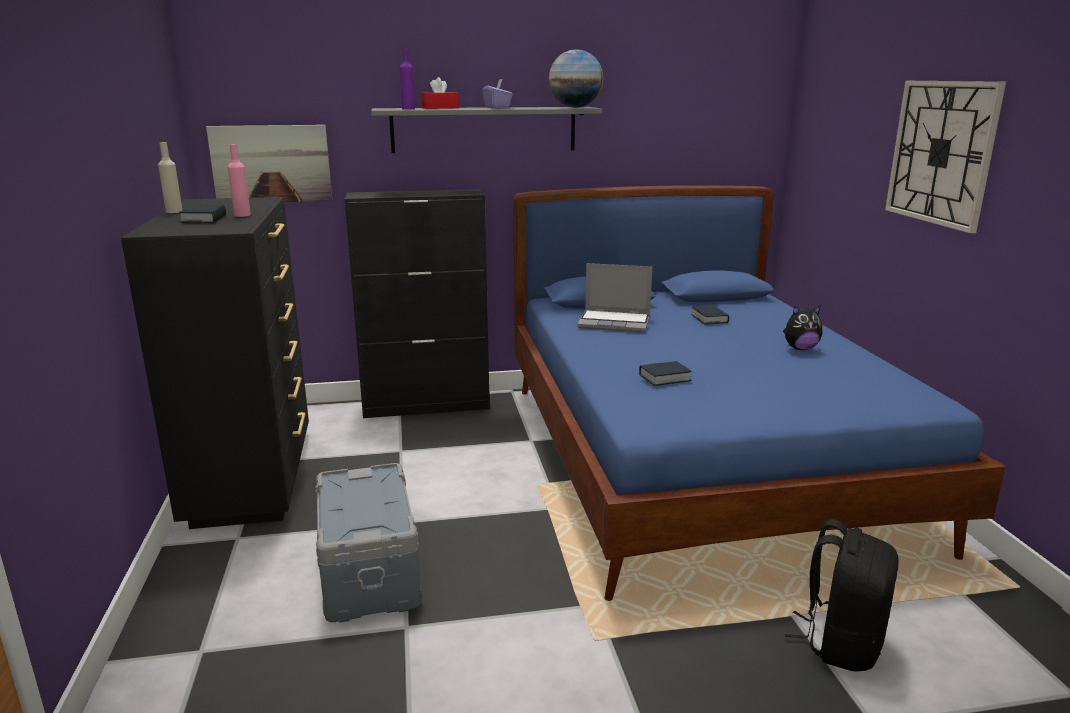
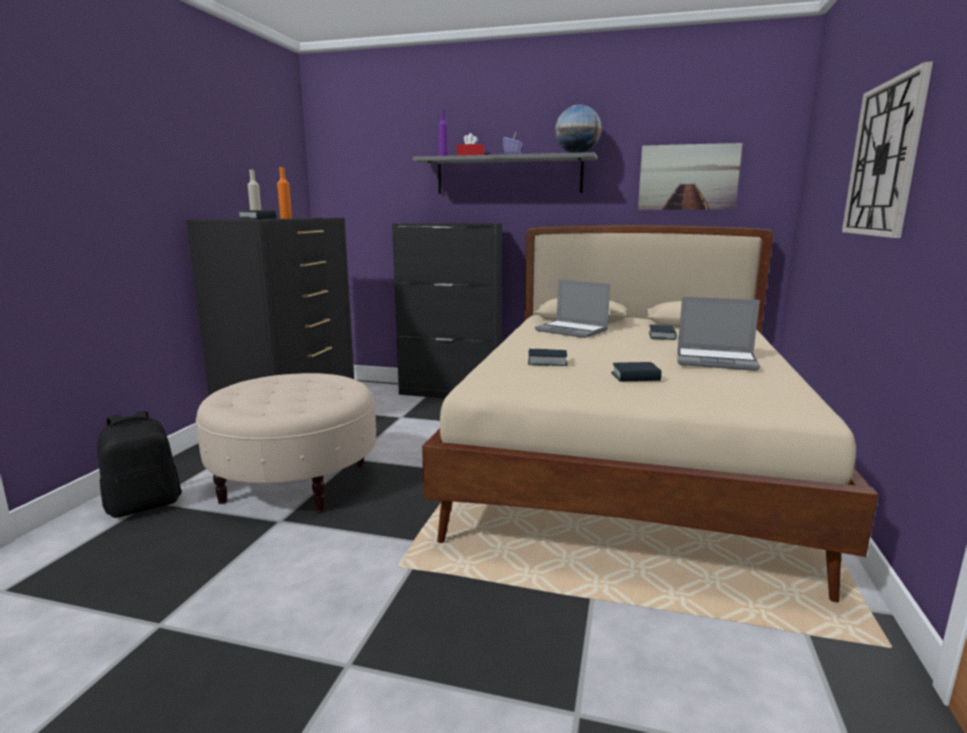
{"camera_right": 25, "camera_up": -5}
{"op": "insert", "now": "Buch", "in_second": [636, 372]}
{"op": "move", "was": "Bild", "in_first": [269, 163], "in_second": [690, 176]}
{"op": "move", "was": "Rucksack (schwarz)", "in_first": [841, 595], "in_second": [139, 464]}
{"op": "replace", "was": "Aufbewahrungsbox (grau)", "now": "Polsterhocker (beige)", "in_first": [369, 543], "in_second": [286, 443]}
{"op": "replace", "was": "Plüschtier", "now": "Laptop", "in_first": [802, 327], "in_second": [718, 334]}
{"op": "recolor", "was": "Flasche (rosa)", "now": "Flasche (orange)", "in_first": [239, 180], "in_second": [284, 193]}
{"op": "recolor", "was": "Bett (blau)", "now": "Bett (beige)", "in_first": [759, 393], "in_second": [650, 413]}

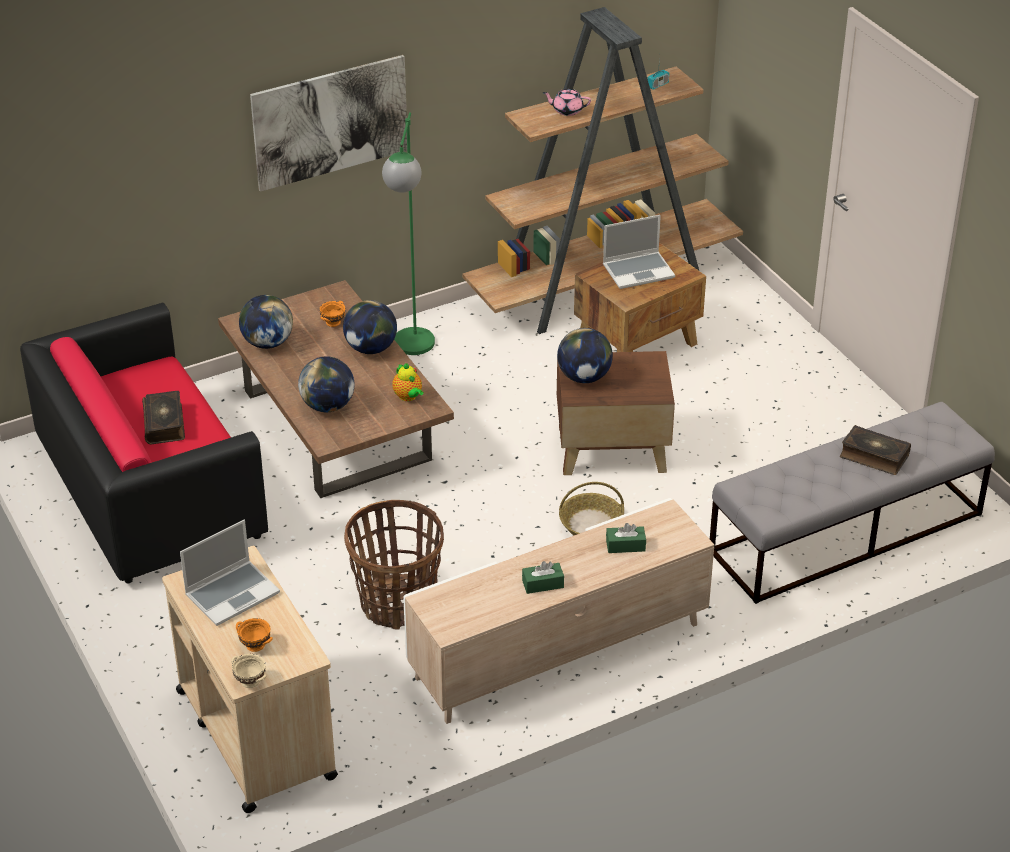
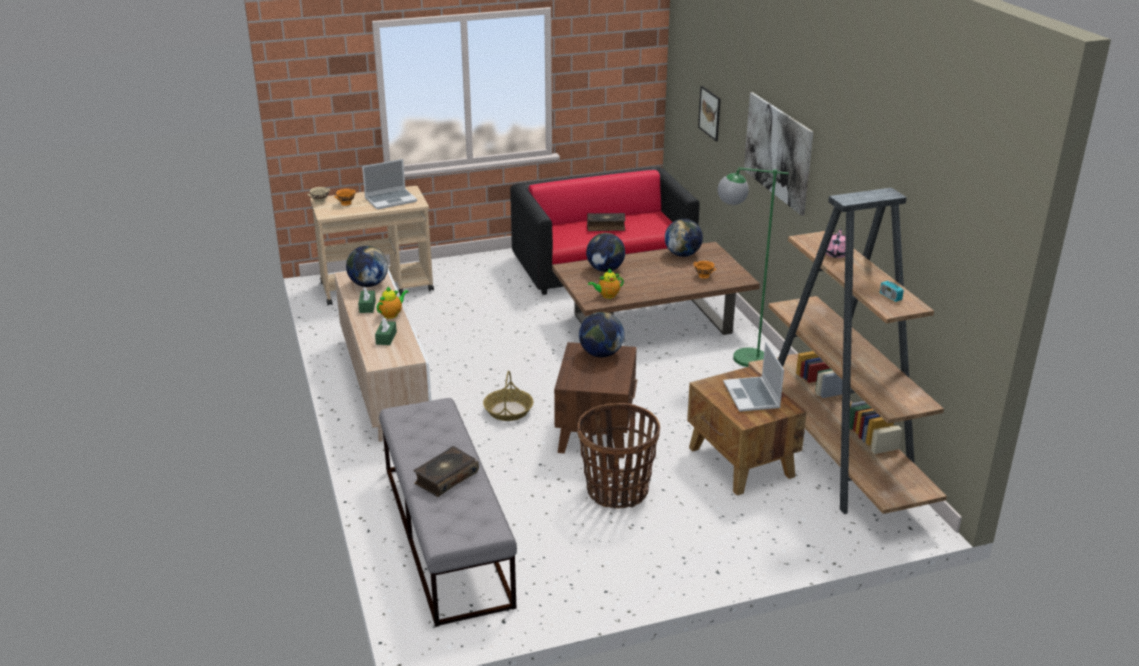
{"camera_right": 100, "camera_up": -10}
{"op": "insert", "now": "Teekanne", "in_second": [393, 302]}
{"op": "insert", "now": "Bild", "in_second": [709, 113]}
{"op": "move", "was": "Globus", "in_first": [370, 327], "in_second": [367, 266]}
{"op": "move", "was": "Korb", "in_first": [394, 565], "in_second": [618, 456]}
{"op": "rotate", "was": "Laptop", "in_first": [230, 573], "in_second": [389, 184], "clockwise": -90}

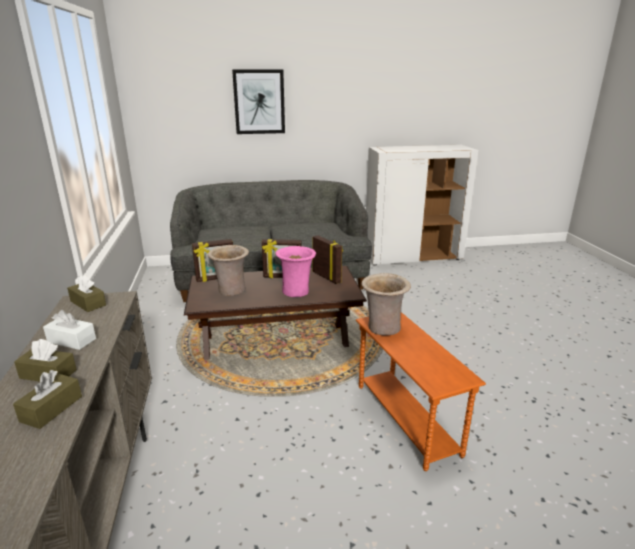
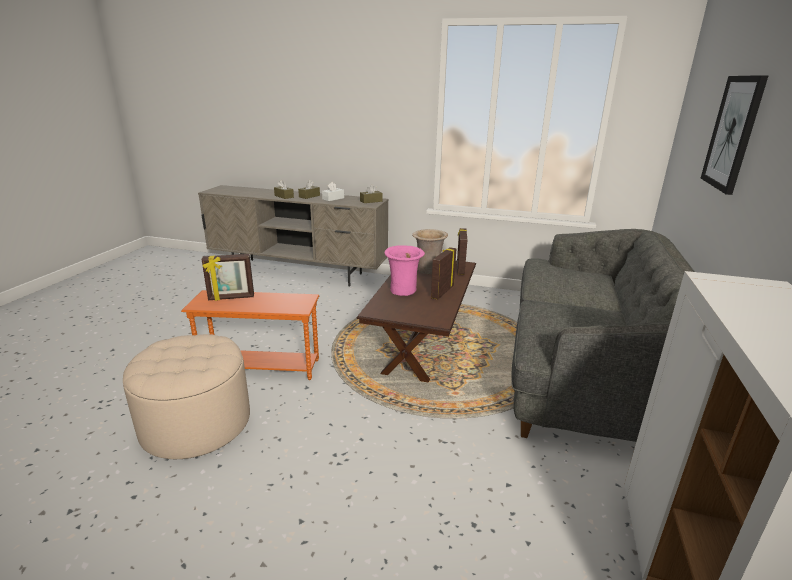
{"camera_right": 115, "camera_up": 0}
{"op": "delete", "was": "Vase (beige)", "in_first": [386, 304]}
{"op": "insert", "now": "Polsterhocker (beige)", "in_second": [186, 396]}
{"op": "move", "was": "Bilderrahmen", "in_first": [327, 259], "in_second": [227, 277]}

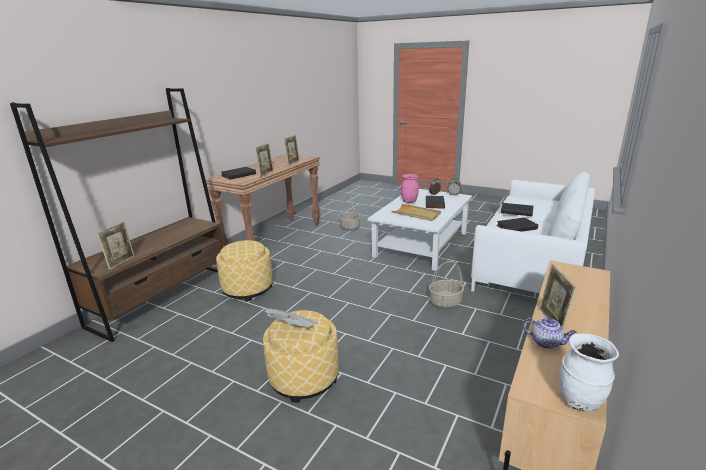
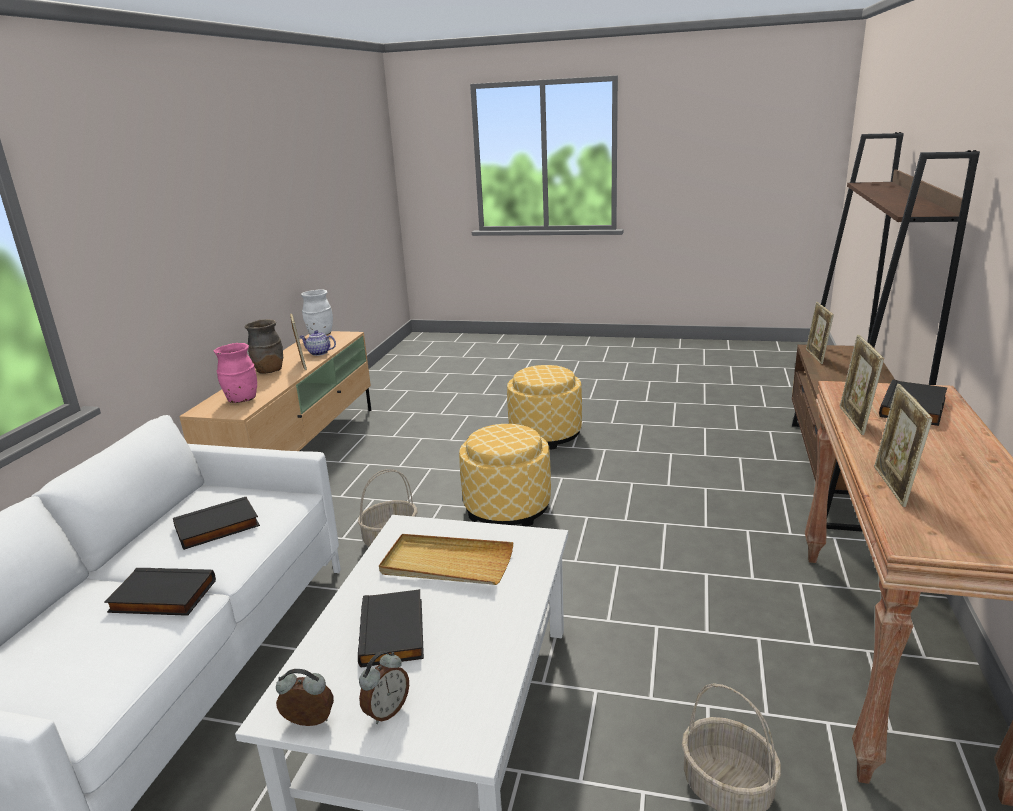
{"camera_right": 165, "camera_up": 0}
{"op": "delete", "was": "Zeitung", "in_first": [291, 318]}
{"op": "insert", "now": "Vase (braun)", "in_second": [263, 346]}
{"op": "move", "was": "Polsterhocker", "in_first": [244, 270], "in_second": [505, 475]}
{"op": "move", "was": "Vase (rosa)", "in_first": [410, 188], "in_second": [235, 373]}

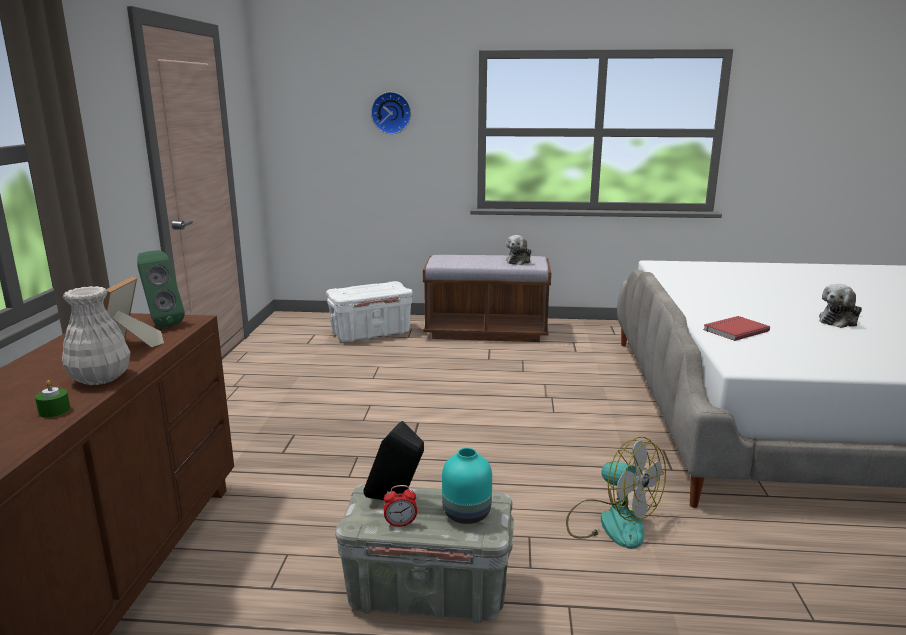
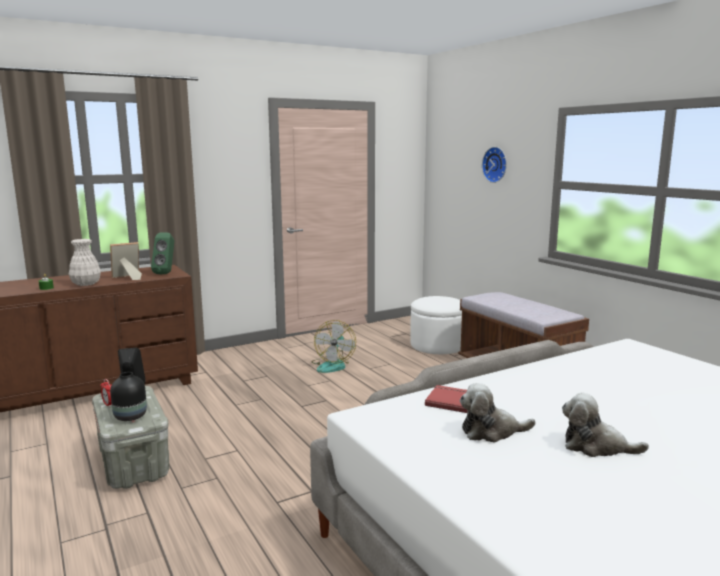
{"camera_right": 55, "camera_up": -5}
{"op": "move", "was": "Plüschtier", "in_first": [519, 250], "in_second": [497, 413]}
{"op": "move", "was": "Ventilator", "in_first": [616, 493], "in_second": [334, 346]}
{"op": "replace", "was": "Aufbewahrungsbox (weiß)", "now": "Polsterhocker (weiß)", "in_first": [369, 311], "in_second": [436, 325]}
{"op": "recolor", "was": "Vase (türkis)", "now": "Vase (schwarz)", "in_first": [467, 486], "in_second": [128, 396]}

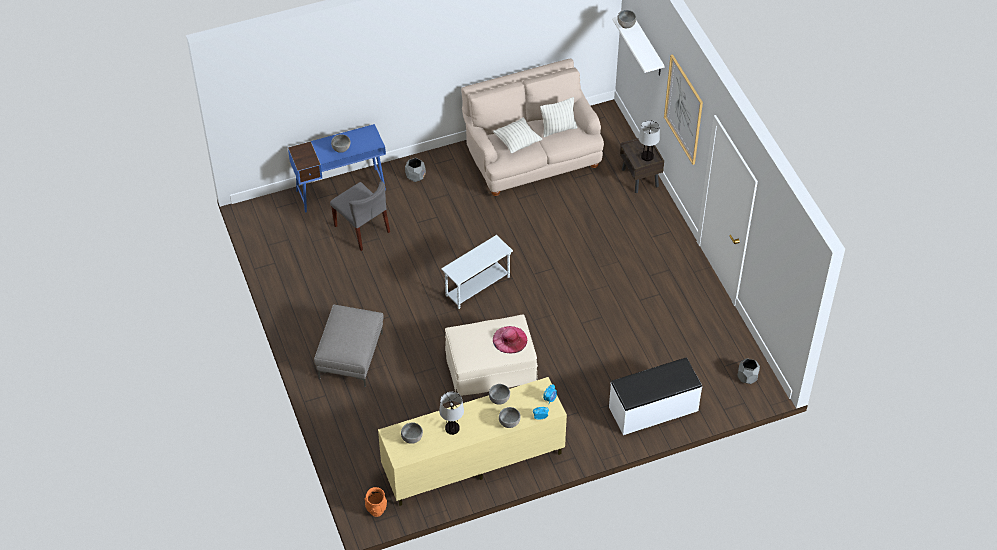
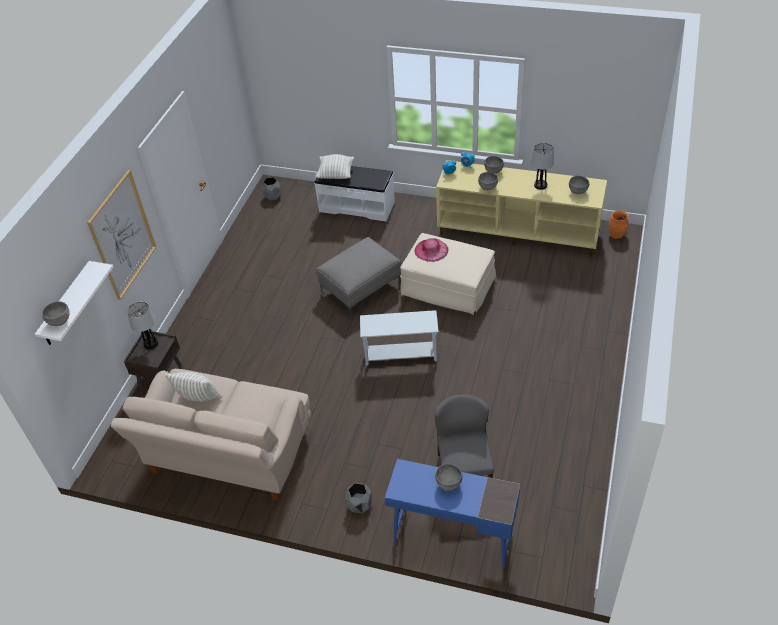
{"camera_right": -140, "camera_up": -5}
{"op": "move", "was": "Polsterhocker (grau)", "in_first": [349, 346], "in_second": [359, 277]}
{"op": "move", "was": "Kissen", "in_first": [517, 135], "in_second": [334, 166]}

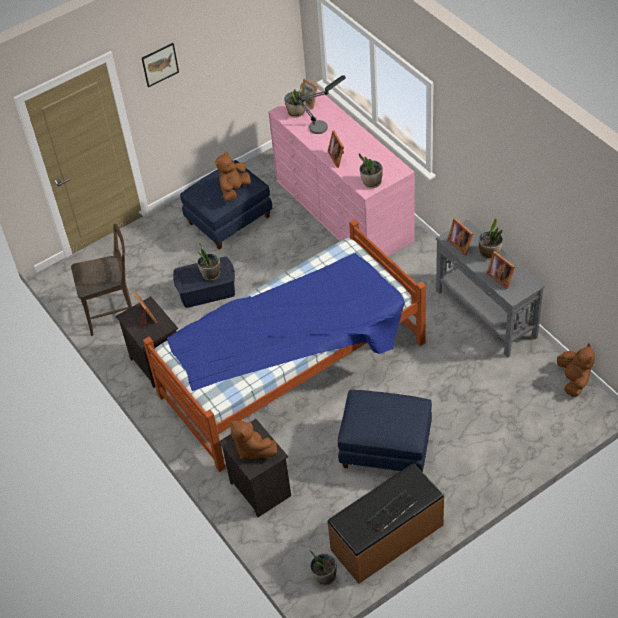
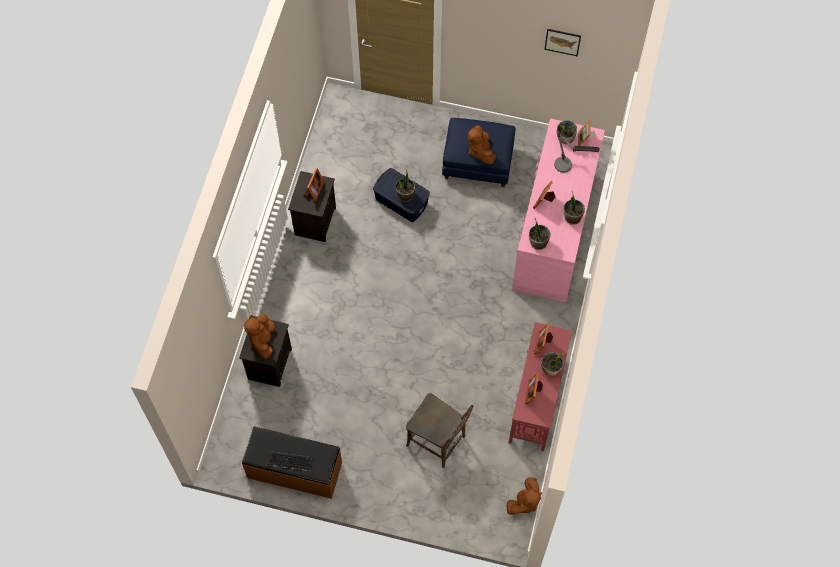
{"camera_right": 45, "camera_up": 15}
{"op": "delete", "was": "Bett", "in_first": [284, 345]}
{"op": "delete", "was": "Polsterhocker (blau)", "in_first": [385, 431]}
{"op": "move", "was": "Stuhl (braun)", "in_first": [101, 279], "in_second": [439, 430]}
{"op": "move", "was": "Bild", "in_first": [160, 65], "in_second": [562, 42]}
{"op": "move", "was": "Topfpflanze", "in_first": [323, 567], "in_second": [574, 208]}
{"op": "recolor", "was": "Konsolentisch (grau)", "now": "Konsolentisch (rot)", "in_first": [490, 288], "in_second": [540, 386]}
{"op": "rotate", "was": "Plüschtier (braun)", "in_first": [233, 176], "in_second": [482, 144], "clockwise": -90}

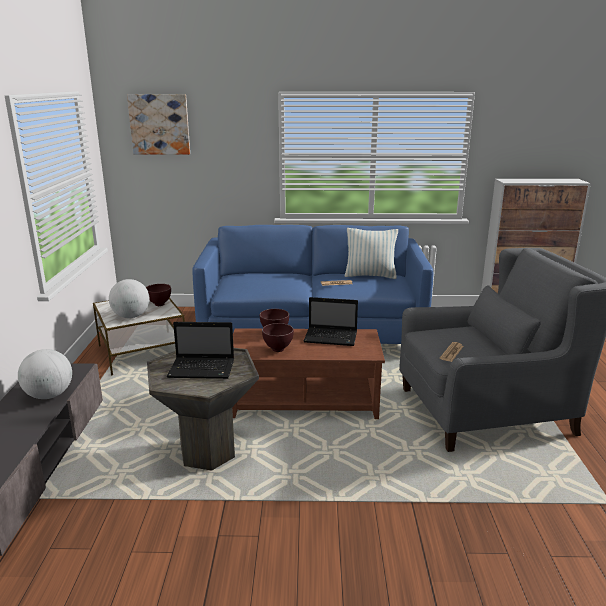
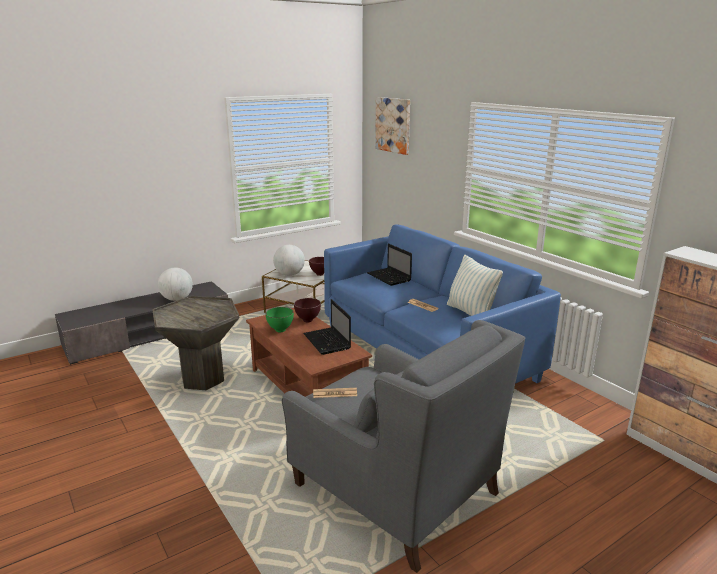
{"camera_right": 55, "camera_up": 0}
{"op": "move", "was": "Laptop", "in_first": [200, 350], "in_second": [389, 265]}
{"op": "recolor", "was": "Schüssel (braun)", "now": "Schüssel (grün)", "in_first": [278, 337], "in_second": [280, 319]}

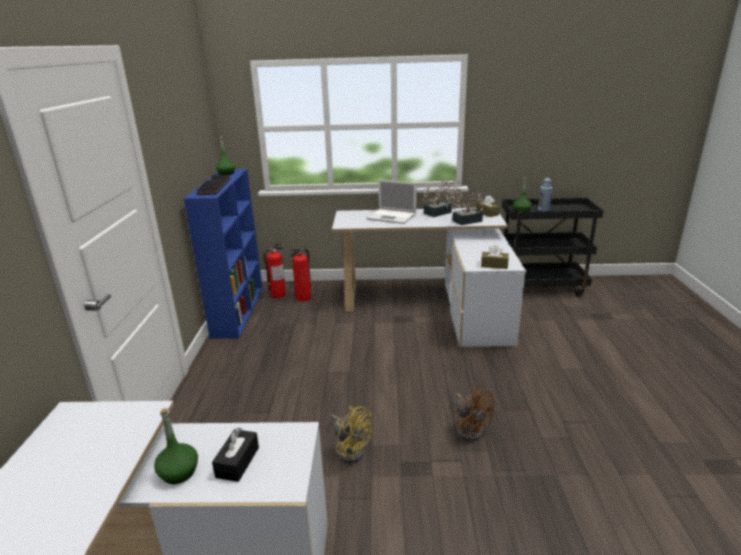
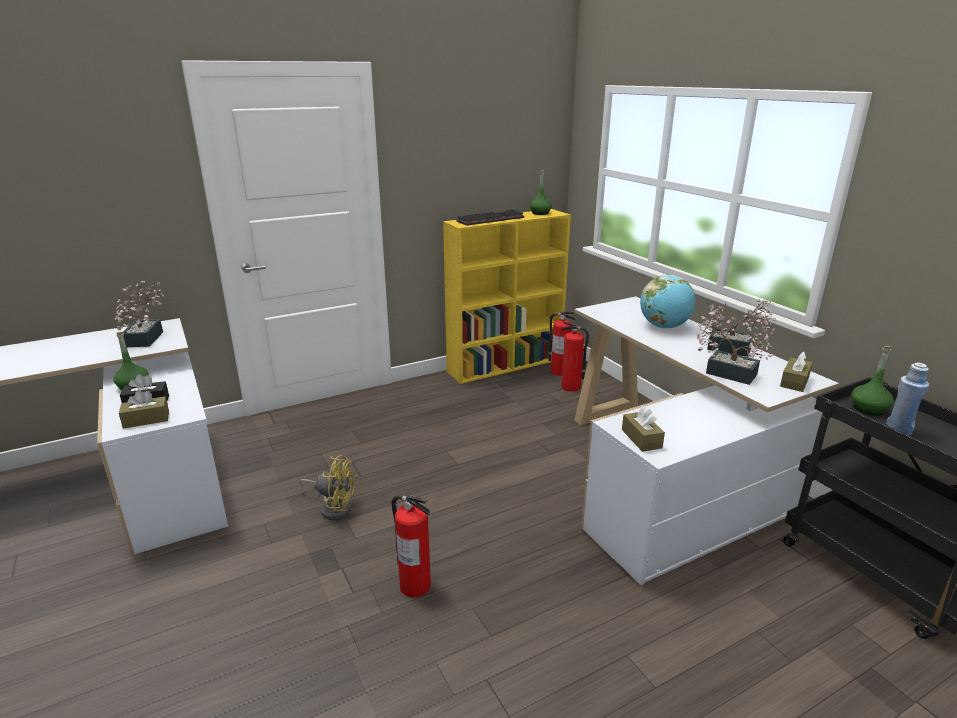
{"camera_right": 60, "camera_up": 0}
{"op": "insert", "now": "Topfpflanze", "in_second": [140, 314]}
{"op": "insert", "now": "Taschentuchbox (braun)", "in_second": [144, 409]}
{"op": "replace", "was": "Laptop", "now": "Globus", "in_first": [391, 201], "in_second": [667, 302]}
{"op": "replace", "was": "Ventilator (braun)", "now": "Feuerlöscher", "in_first": [475, 414], "in_second": [411, 546]}
{"op": "recolor", "was": "Bücherregal (blau)", "now": "Bücherregal (gelb)", "in_first": [223, 254], "in_second": [507, 296]}
{"op": "rotate", "was": "Ventilator (gelb)", "in_first": [351, 435], "in_second": [327, 487], "clockwise": -90}

